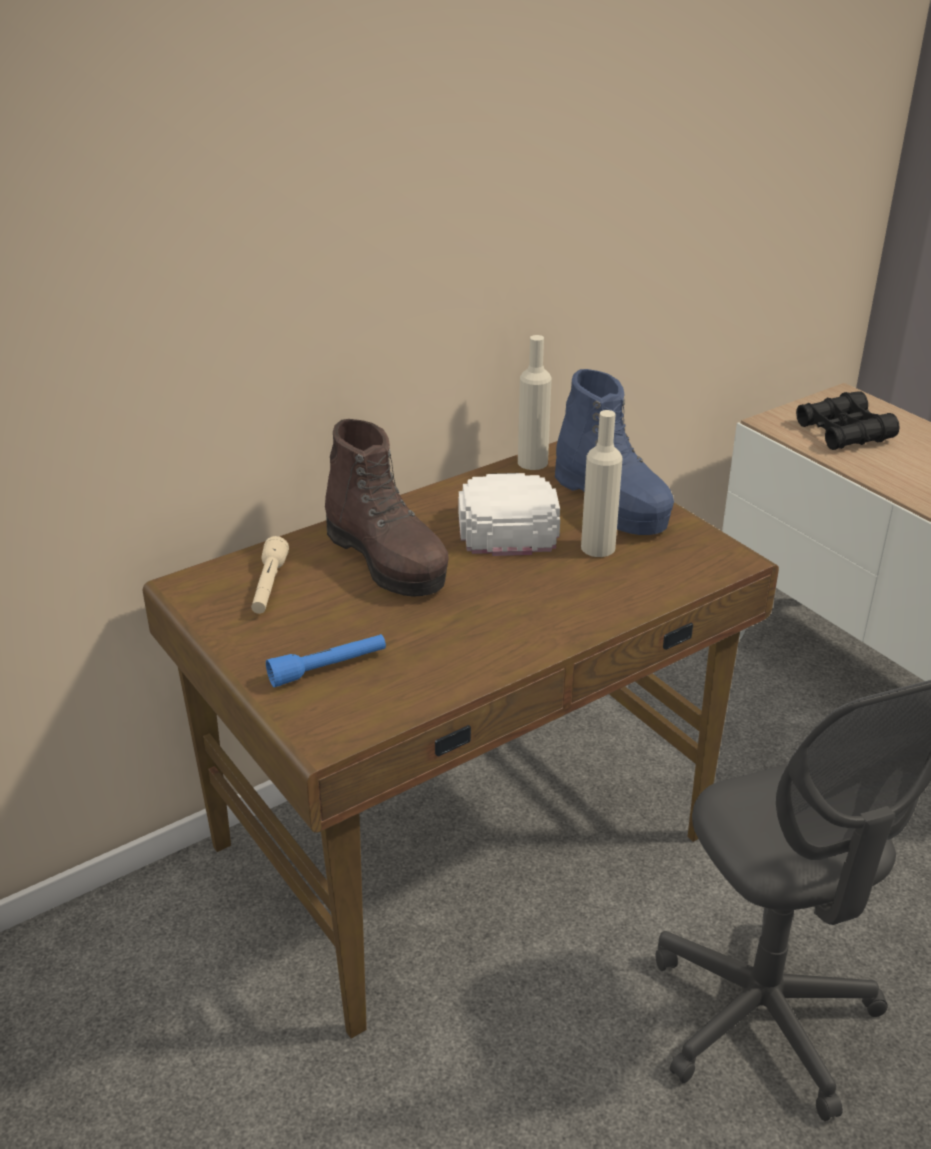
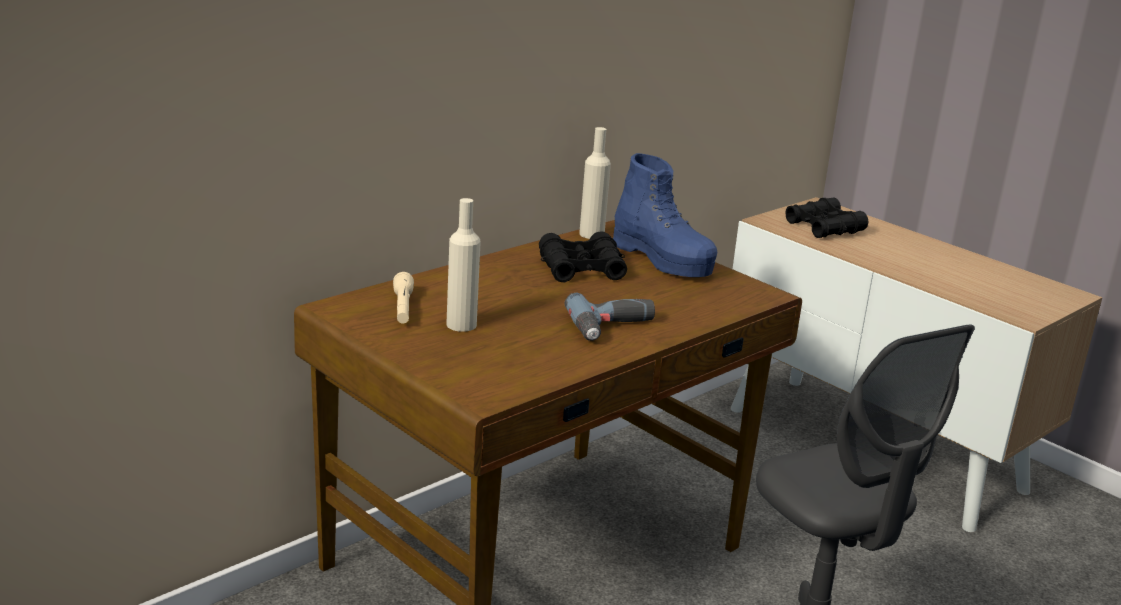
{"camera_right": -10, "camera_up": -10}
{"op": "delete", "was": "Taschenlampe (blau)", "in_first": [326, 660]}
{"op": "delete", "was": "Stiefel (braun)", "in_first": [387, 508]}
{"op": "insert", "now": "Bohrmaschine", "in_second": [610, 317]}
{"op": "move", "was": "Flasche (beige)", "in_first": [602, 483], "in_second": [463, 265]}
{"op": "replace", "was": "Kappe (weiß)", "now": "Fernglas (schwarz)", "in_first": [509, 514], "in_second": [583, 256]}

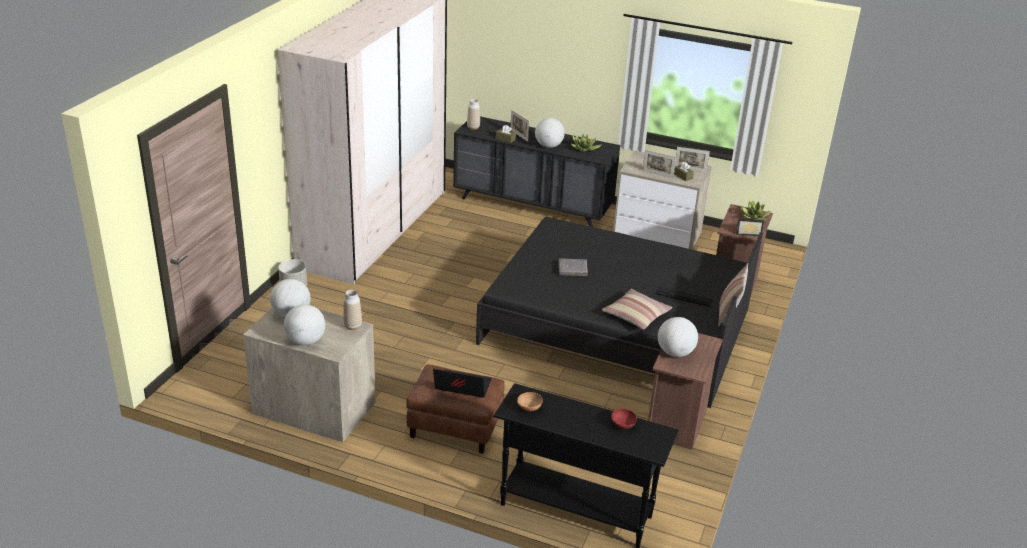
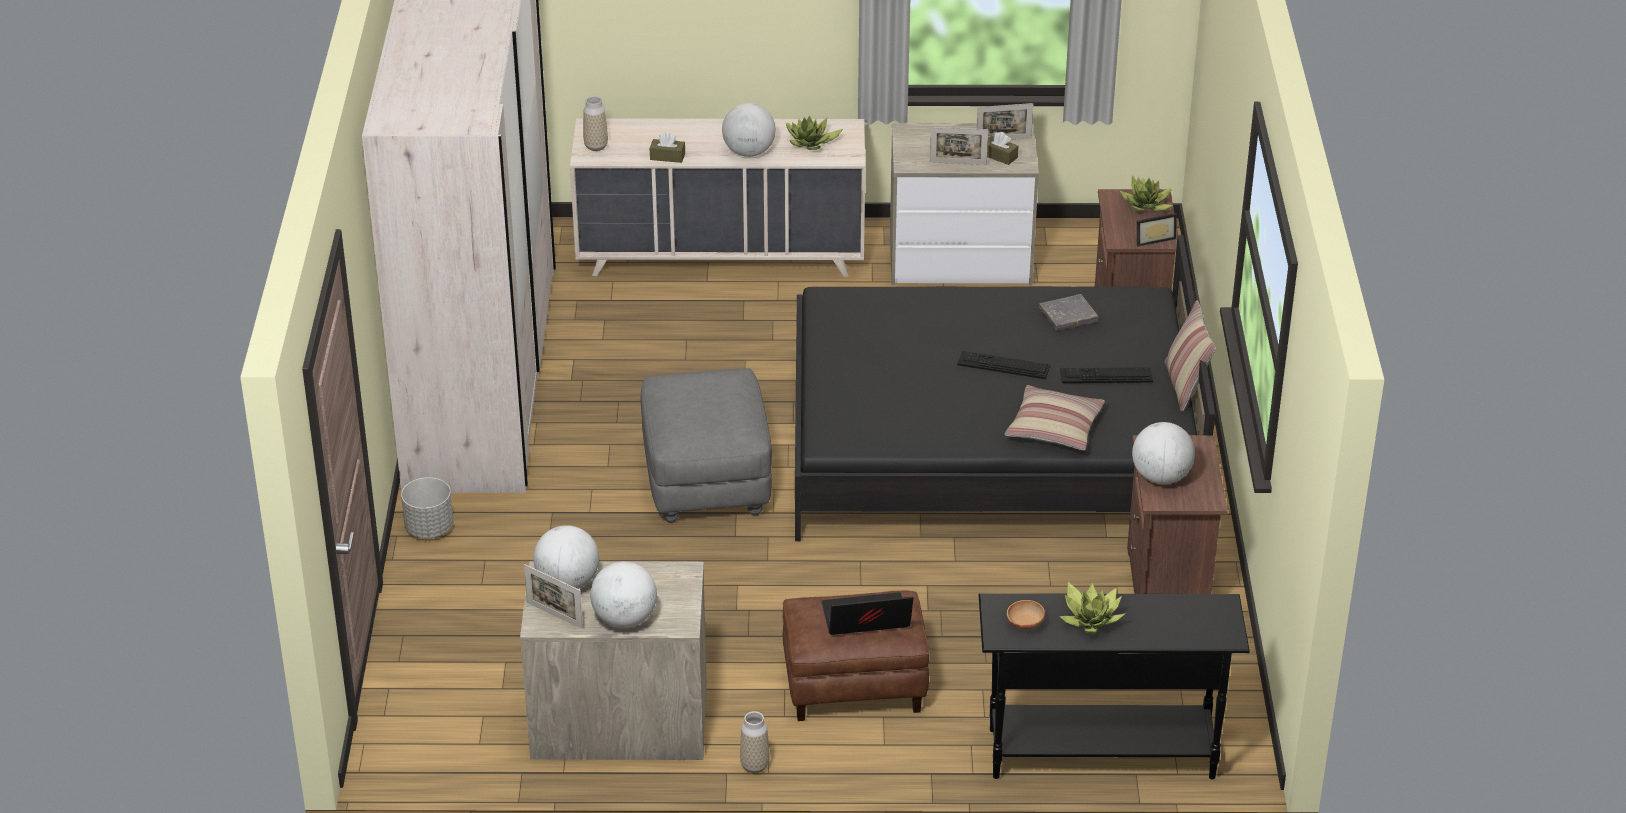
{"camera_right": -20, "camera_up": 5}
{"op": "delete", "was": "Schüssel (rot)", "in_first": [624, 419]}
{"op": "insert", "now": "Polsterhocker (grau)", "in_second": [706, 445]}
{"op": "insert", "now": "Tastatur", "in_second": [1004, 365]}
{"op": "insert", "now": "Topfpflanze", "in_second": [1092, 608]}
{"op": "move", "was": "Vase", "in_first": [353, 310], "in_second": [755, 742]}
{"op": "move", "was": "Bilderrahmen", "in_first": [520, 126], "in_second": [553, 596]}
{"op": "move", "was": "Buch (grau)", "in_first": [573, 267], "in_second": [1069, 312]}
{"op": "recolor", "was": "Kommode (schwarz)", "now": "Kommode (beige)", "in_first": [536, 171], "in_second": [717, 197]}

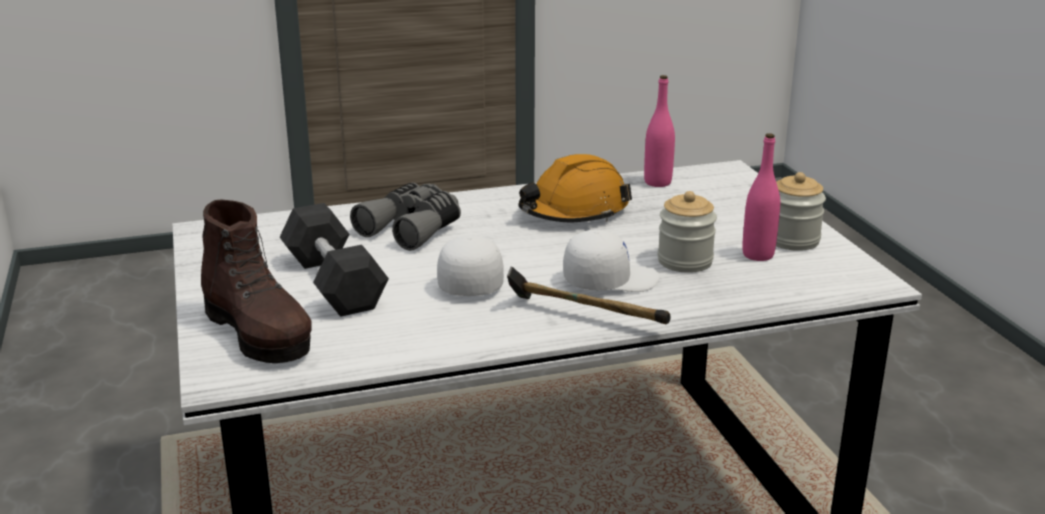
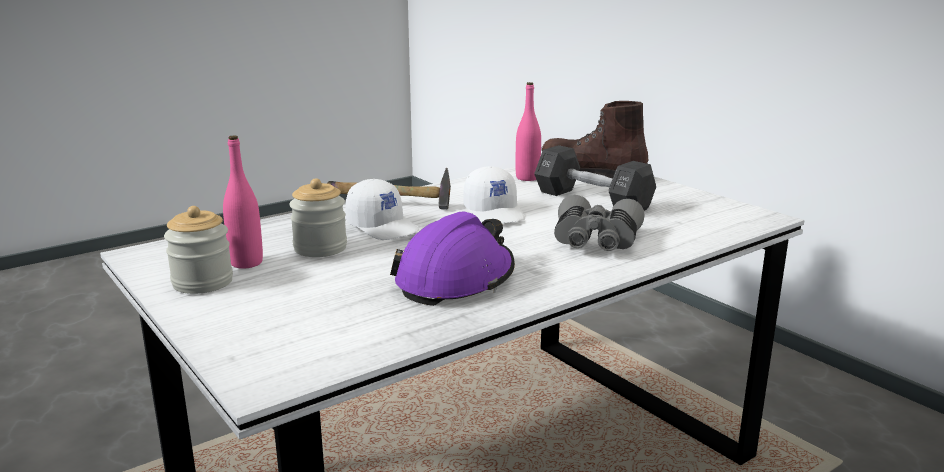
{"camera_right": 160, "camera_up": -5}
{"op": "move", "was": "Flasche (rosa)", "in_first": [659, 131], "in_second": [528, 131]}
{"op": "recolor", "was": "Schutzhelm (orange)", "now": "Schutzhelm (lila)", "in_first": [575, 188], "in_second": [452, 258]}
{"op": "rotate", "was": "Kappe (weiß)", "in_first": [611, 261], "in_second": [382, 209], "clockwise": -105}

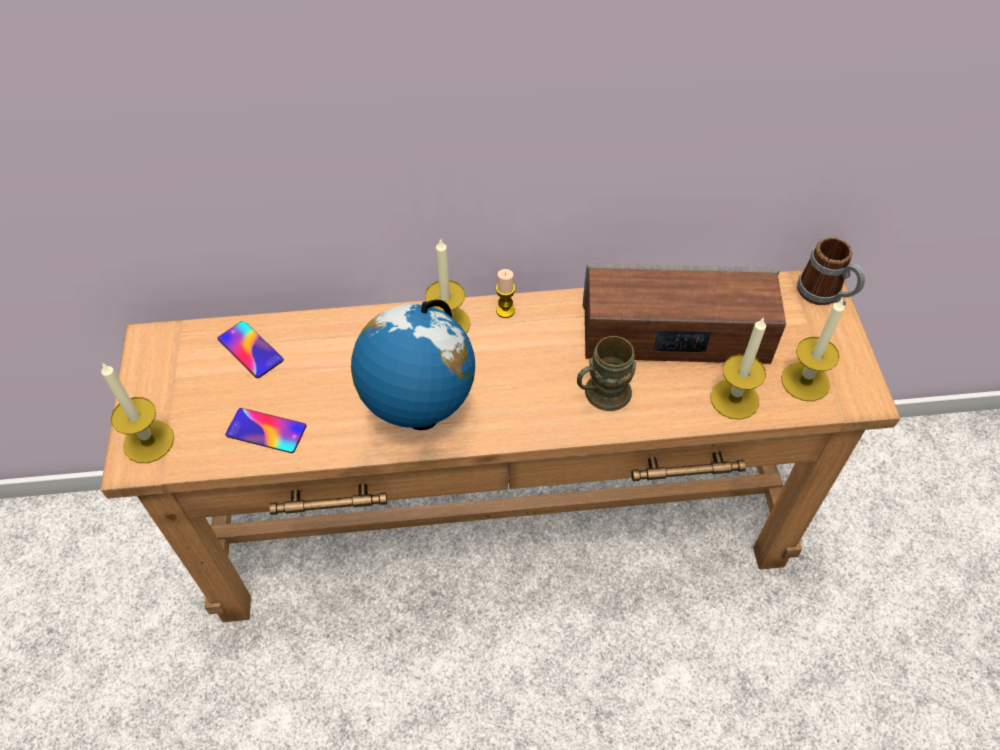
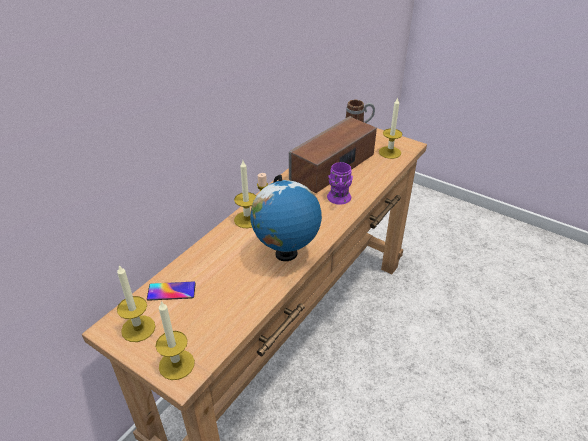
{"camera_right": -50, "camera_up": -15}
{"op": "delete", "was": "Handy", "in_first": [265, 430]}
{"op": "move", "was": "Kerze", "in_first": [738, 368], "in_second": [136, 303]}
{"op": "recolor", "was": "Henkelbecher (braun)", "now": "Henkelbecher (lila)", "in_first": [606, 373], "in_second": [340, 183]}

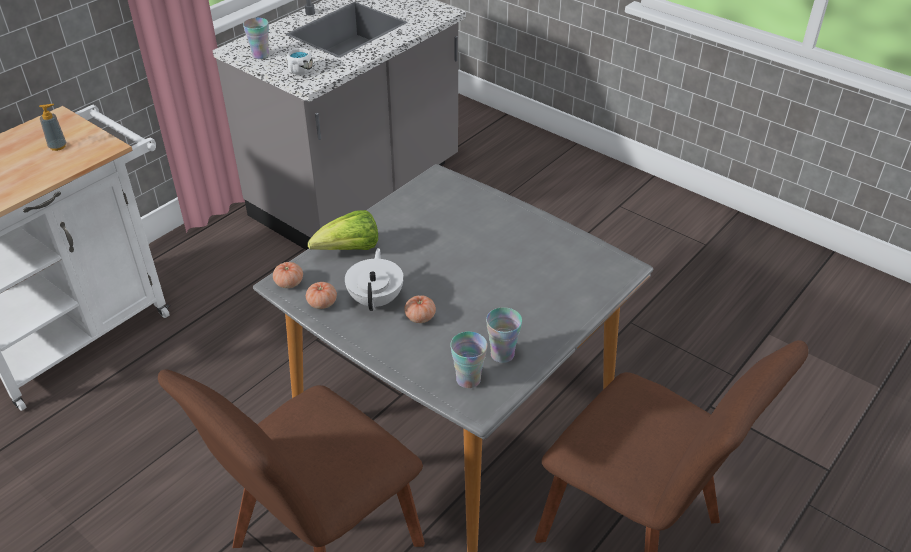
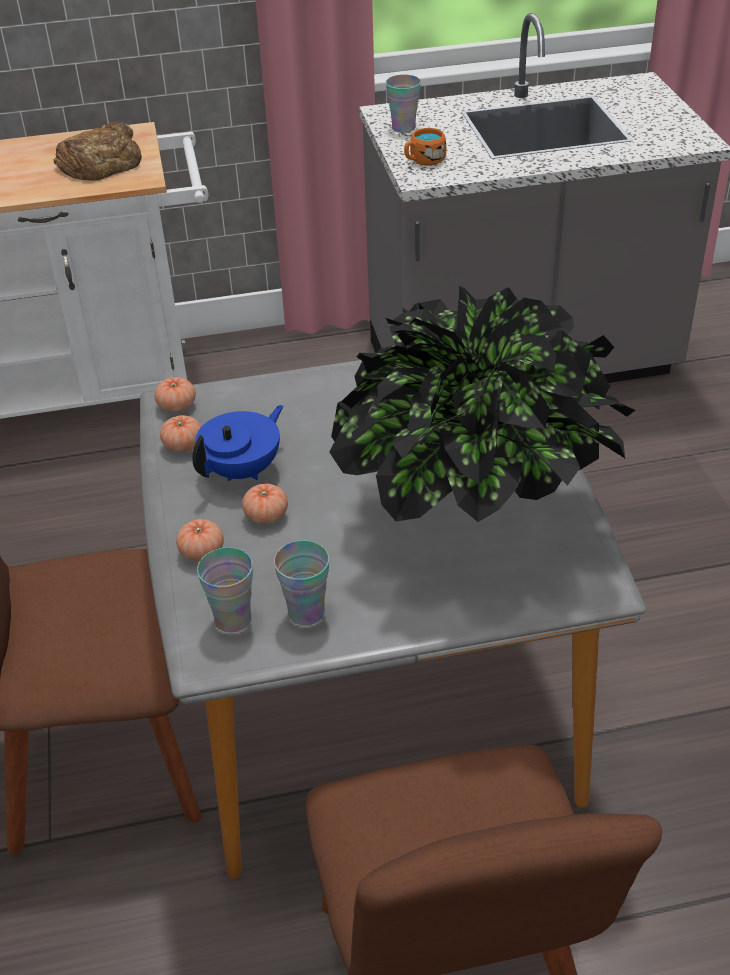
{"camera_right": 40, "camera_up": 0}
{"op": "delete", "was": "Salatkopf", "in_first": [343, 230]}
{"op": "insert", "now": "Tomate", "in_second": [200, 540]}
{"op": "insert", "now": "Topfpflanze", "in_second": [482, 404]}
{"op": "replace", "was": "Seifenspender", "now": "Brot", "in_first": [52, 127], "in_second": [98, 151]}
{"op": "recolor", "was": "Henkelbecher (weiß)", "now": "Henkelbecher (orange)", "in_first": [300, 61], "in_second": [425, 147]}
{"op": "recolor", "was": "Teekanne (weiß)", "now": "Teekanne (blau)", "in_first": [374, 279], "in_second": [237, 443]}

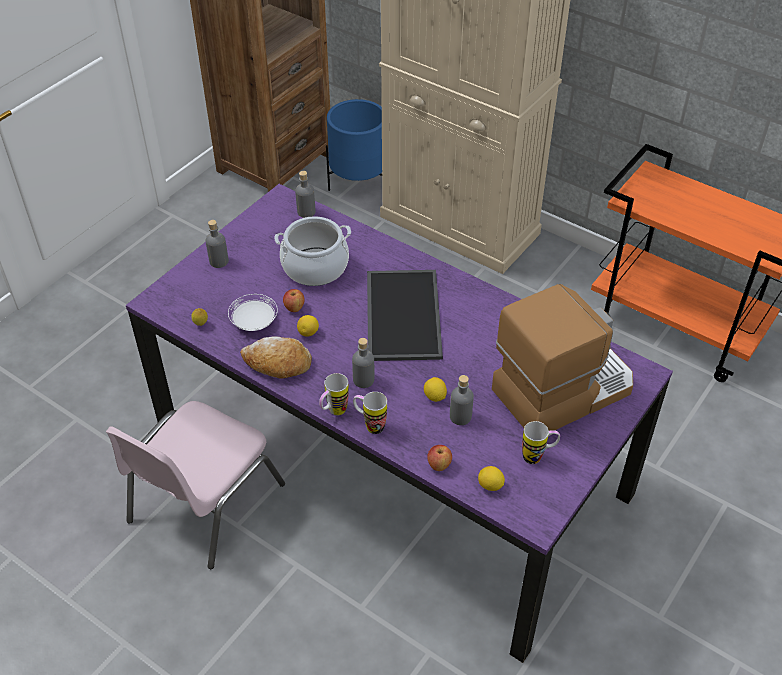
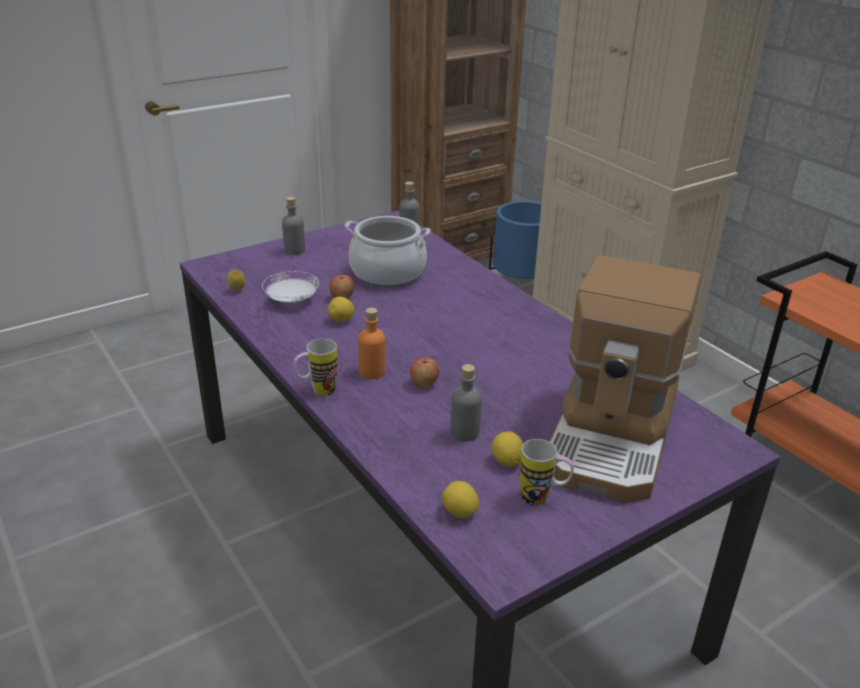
{"camera_right": 20, "camera_up": -15}
{"op": "delete", "was": "Stuhl (rosa)", "in_first": [195, 485]}
{"op": "delete", "was": "Brot", "in_first": [276, 357]}
{"op": "delete", "was": "Henkelbecher", "in_first": [370, 413]}
{"op": "delete", "was": "Tablett", "in_first": [405, 315]}
{"op": "move", "was": "Zitrone", "in_first": [435, 389], "in_second": [507, 449]}
{"op": "move", "was": "Apfel", "in_first": [439, 458], "in_second": [424, 372]}
{"op": "recolor", "was": "Flasche (grau)", "now": "Flasche (orange)", "in_first": [363, 363], "in_second": [372, 343]}
{"op": "rotate", "was": "Kaffeemaschine", "in_first": [562, 357], "in_second": [625, 379], "clockwise": 120}

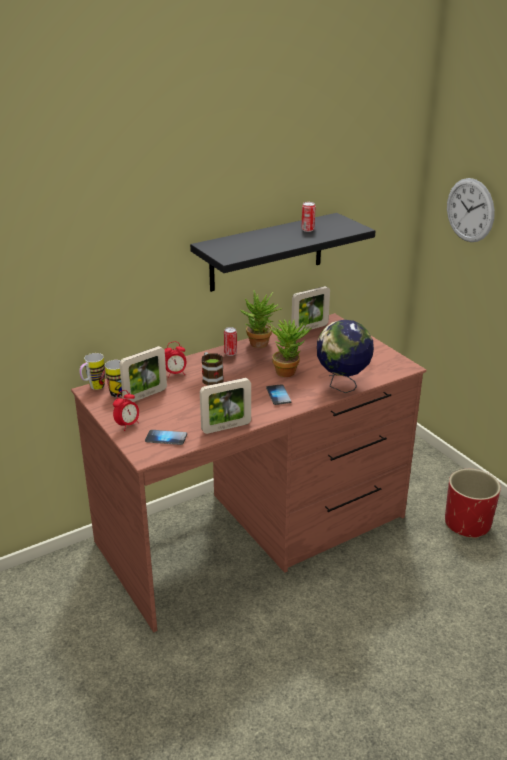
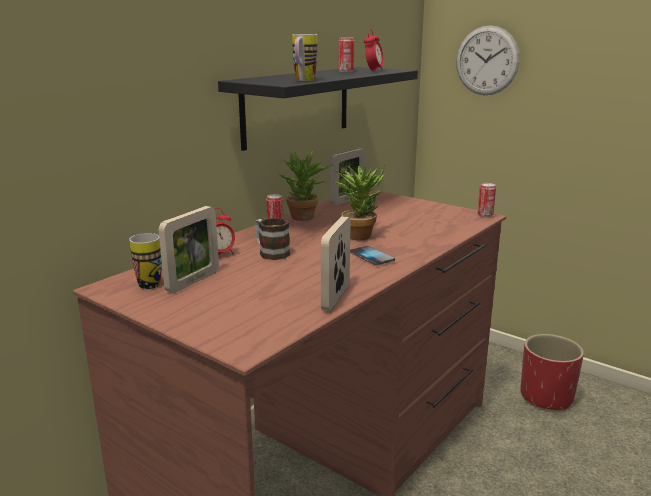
{"camera_right": -20, "camera_up": -10}
{"op": "delete", "was": "Handy", "in_first": [166, 437]}
{"op": "delete", "was": "Globus", "in_first": [345, 356]}
{"op": "insert", "now": "Dose", "in_second": [487, 200]}
{"op": "move", "was": "Henkelbecher", "in_first": [92, 371], "in_second": [304, 57]}
{"op": "move", "was": "Wecker", "in_first": [126, 410], "in_second": [374, 50]}
{"op": "rotate", "was": "Bilderrahmen", "in_first": [225, 406], "in_second": [335, 263], "clockwise": 150}

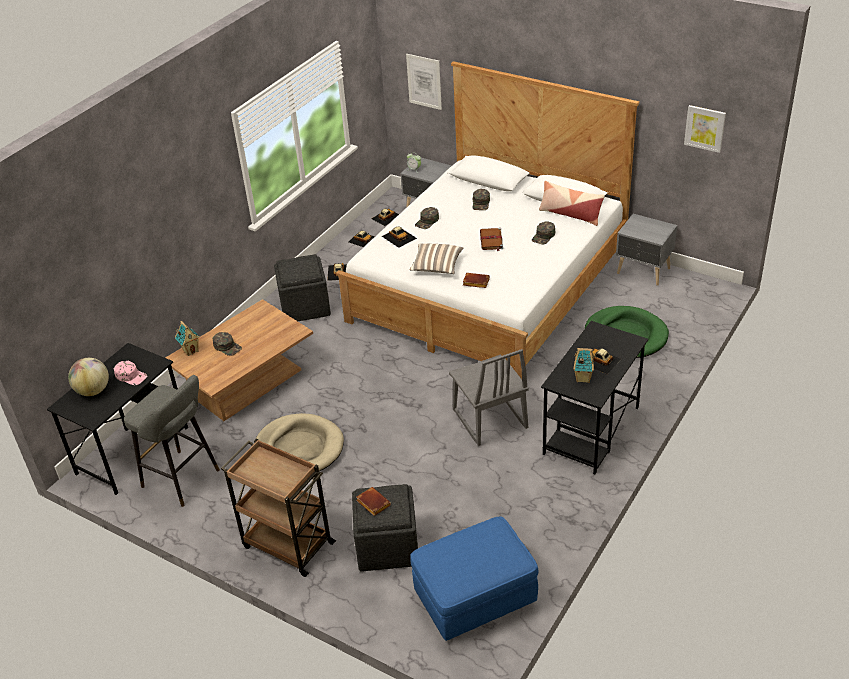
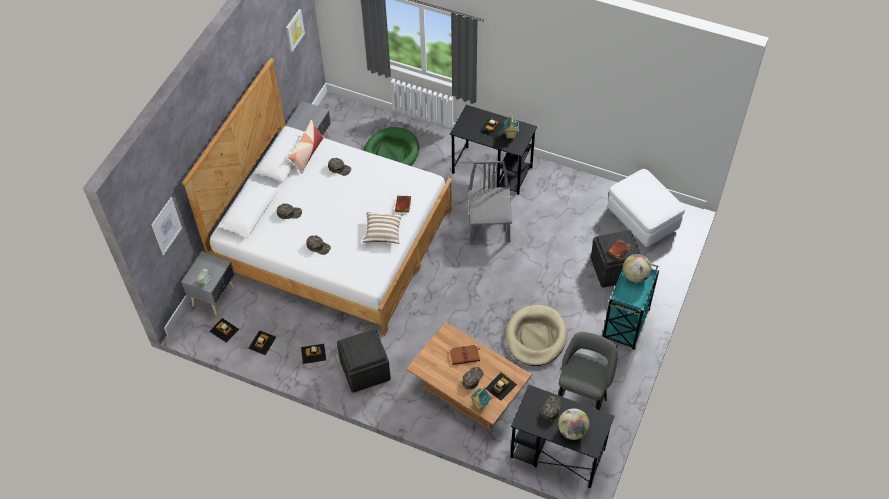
{"camera_right": -100, "camera_up": 15}
{"op": "insert", "now": "Globus", "in_second": [637, 268]}
{"op": "move", "was": "Spielzeugauto", "in_first": [399, 237], "in_second": [501, 387]}
{"op": "move", "was": "Buch (braun)", "in_first": [491, 239], "in_second": [465, 354]}
{"op": "recolor", "was": "Kappe (rosa)", "now": "Kappe (grün)", "in_first": [130, 373], "in_second": [551, 408]}
{"op": "recolor", "was": "Rollwagen (braun)", "now": "Rollwagen (türkis)", "in_first": [278, 508], "in_second": [631, 307]}
{"op": "recolor", "was": "Polsterhocker (blau)", "now": "Polsterhocker (weiß)", "in_first": [474, 579], "in_second": [646, 208]}
{"op": "rotate", "was": "Stuhl (grau)", "in_first": [489, 397], "in_second": [490, 202], "clockwise": -60}

